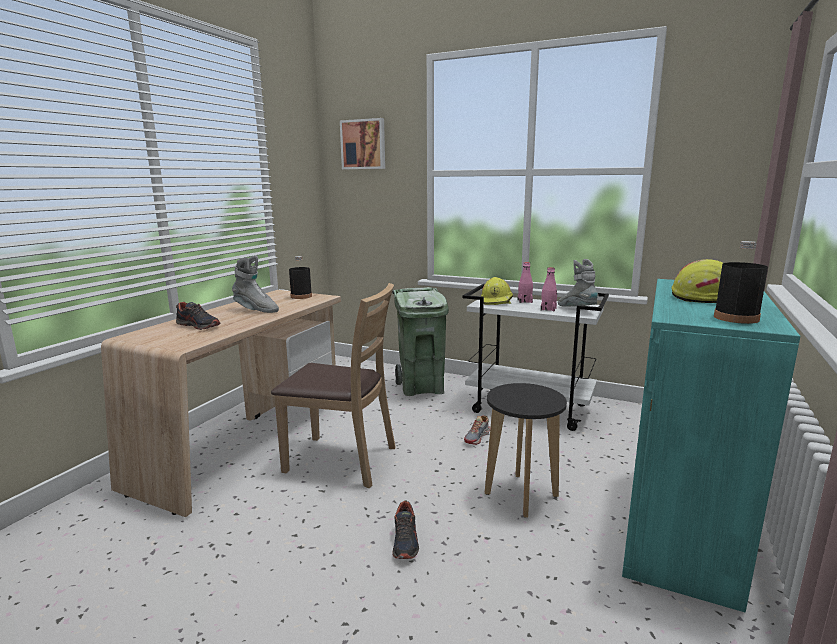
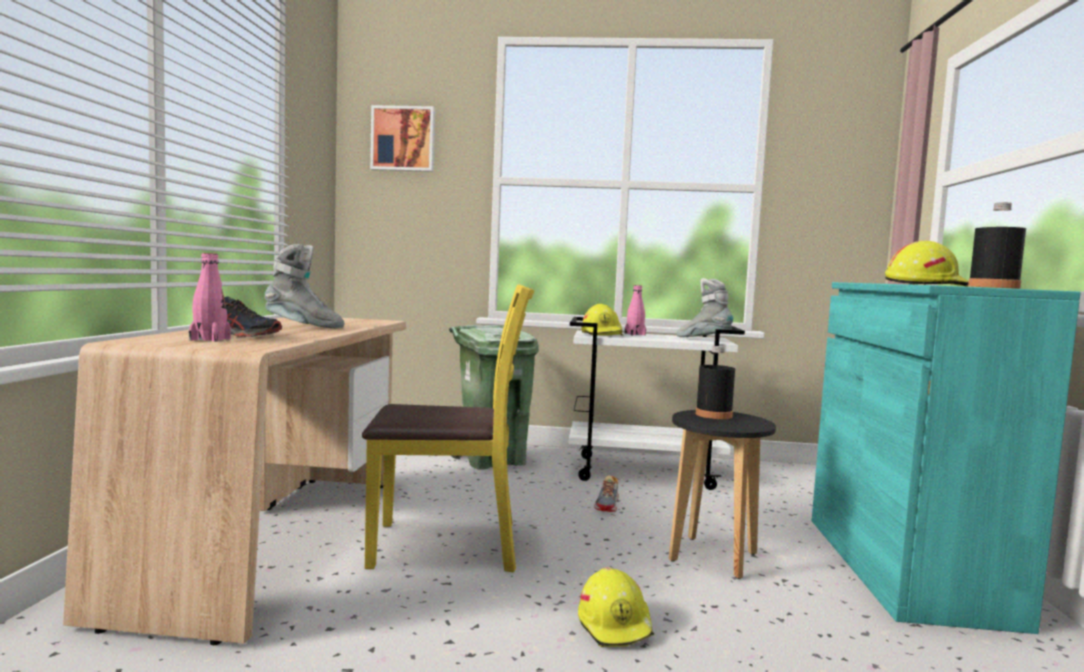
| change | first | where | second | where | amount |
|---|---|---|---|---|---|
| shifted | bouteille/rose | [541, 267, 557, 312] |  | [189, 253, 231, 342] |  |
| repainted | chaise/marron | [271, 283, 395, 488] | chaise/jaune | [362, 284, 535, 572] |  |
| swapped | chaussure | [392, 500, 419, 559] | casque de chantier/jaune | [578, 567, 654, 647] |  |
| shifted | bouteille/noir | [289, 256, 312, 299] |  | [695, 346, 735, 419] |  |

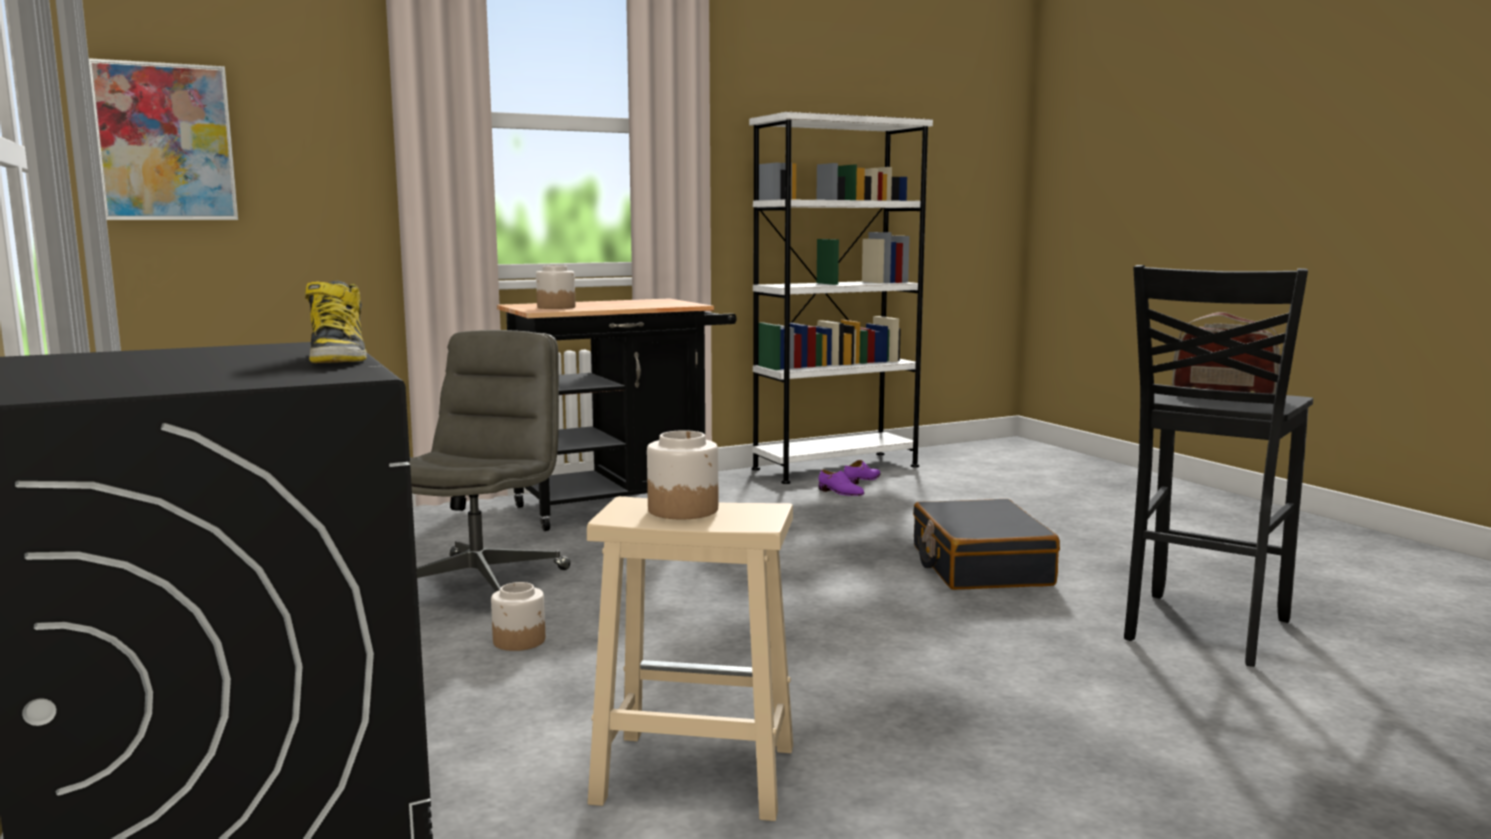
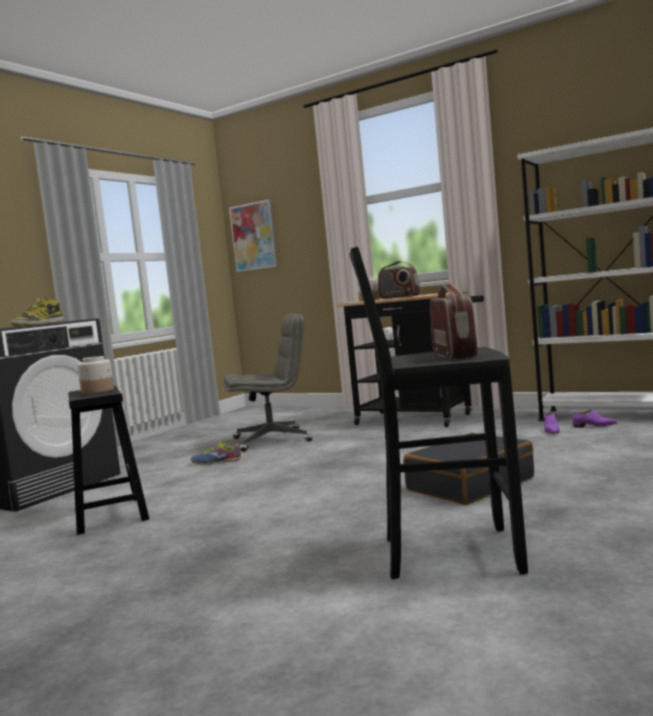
| change | first | where | second | where | amount |
|---|---|---|---|---|---|
| repainted | tabouret/beige | [587, 496, 793, 821] | tabouret/noir | [68, 385, 149, 535] |  |
| swapped | bocal | [491, 582, 545, 651] | chaussure | [190, 440, 241, 465] |  |
| new |  |  | radio | [378, 261, 420, 299] |  |

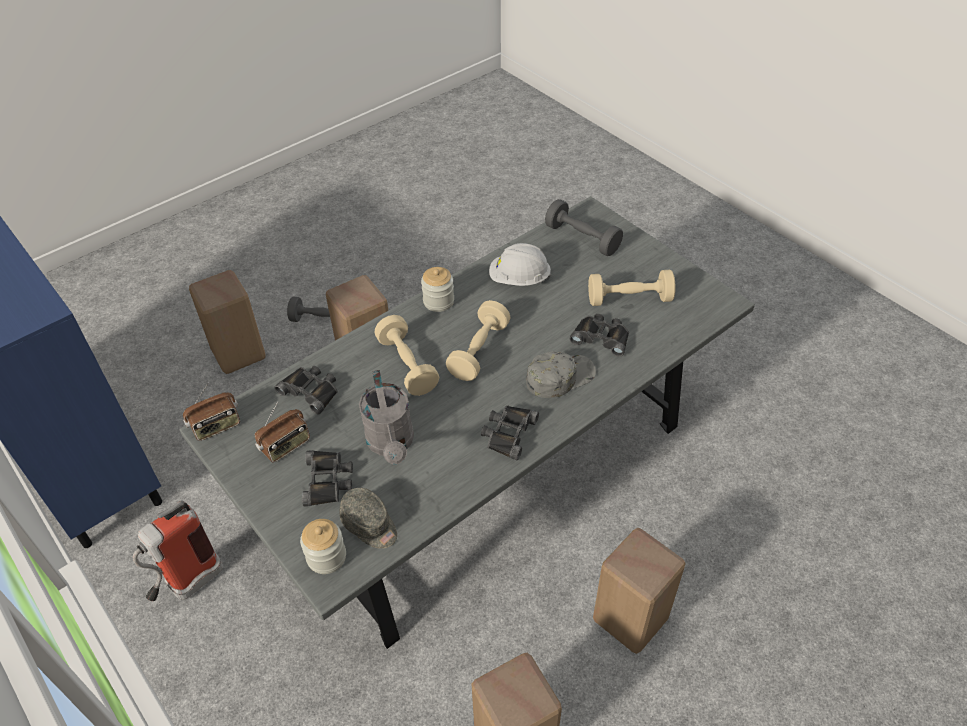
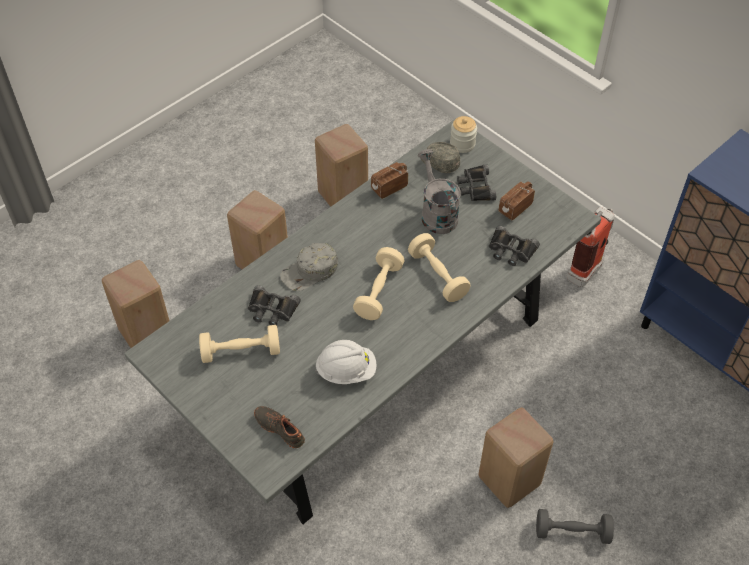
| change | first | where | second | where | amount |
|---|---|---|---|---|---|
| shifted | tabouret/beige | [189, 270, 265, 374] |  | [102, 260, 170, 348] |  |
| swapped | haltère/gris | [545, 199, 623, 256] | chaussure/noir | [254, 406, 305, 448] |  |
| shifted | radio | [183, 382, 240, 441] |  | [371, 162, 408, 199] |  |
| gone | bocal | [421, 267, 454, 312] |  |  |  |
| gone | jumelles/noir | [481, 406, 539, 460] |  |  |  |

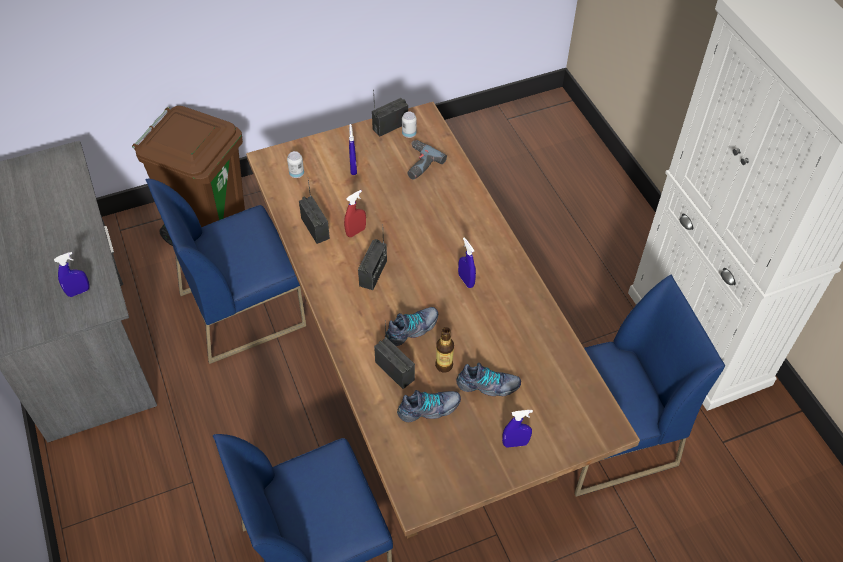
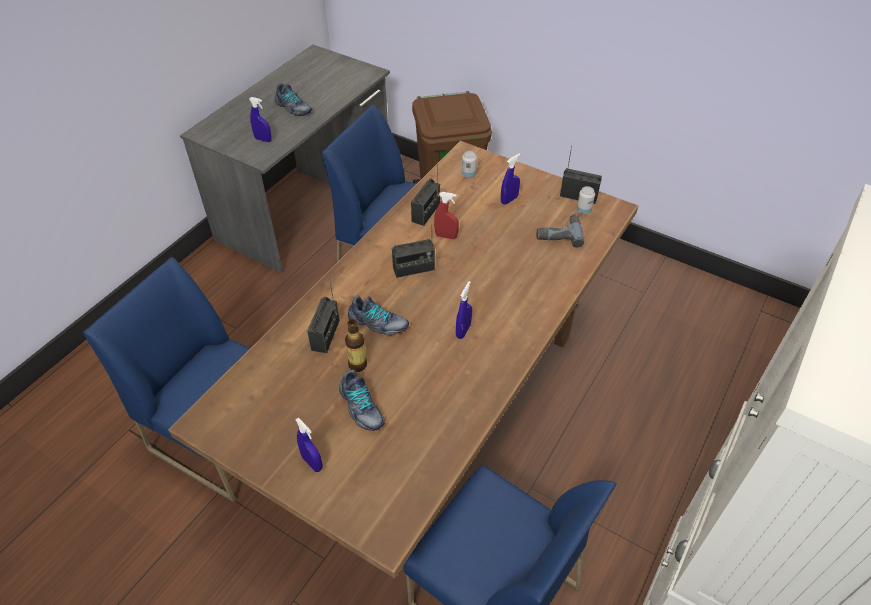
| change | first | where | second | where | amount |
|---|---|---|---|---|---|
| shifted | chaussure | [397, 390, 461, 422] |  | [275, 83, 312, 116] |  |

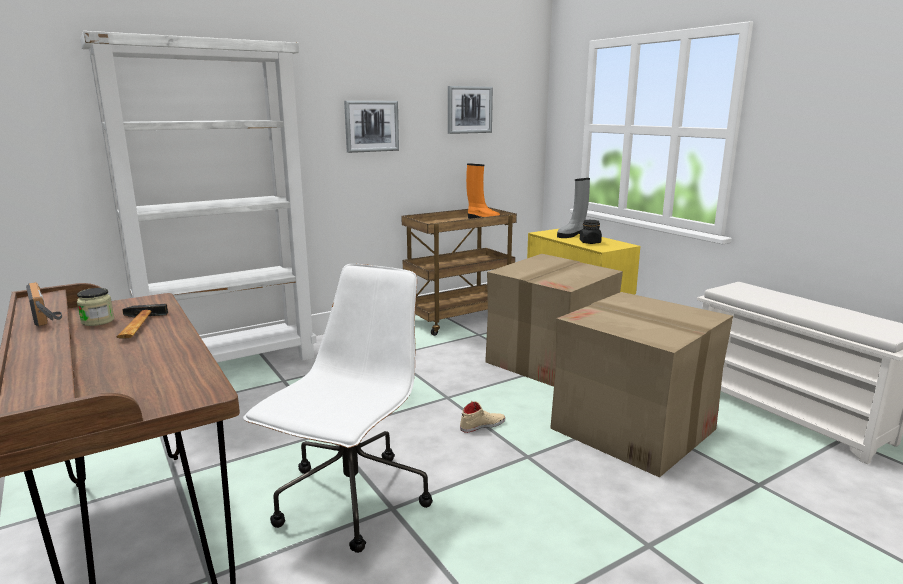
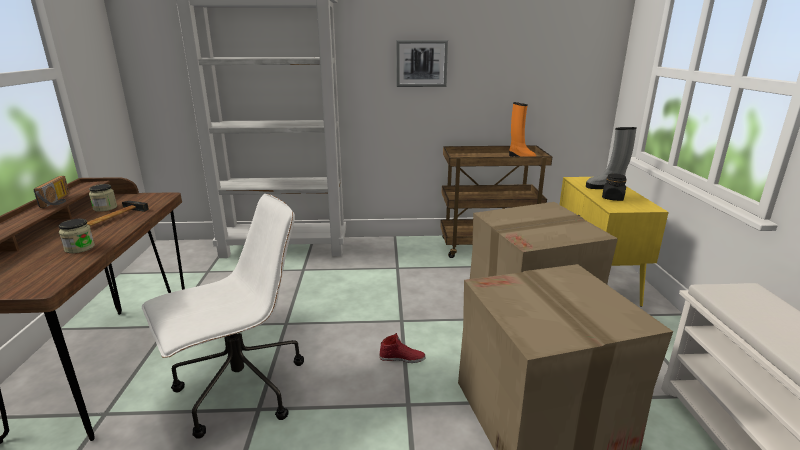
| change | first | where | second | where | amount |
|---|---|---|---|---|---|
| new |  |  | bocal | [59, 219, 95, 253] |  |
| repainted | chaussure/beige | [460, 401, 505, 433] | chaussure/rouge | [379, 333, 426, 363] |  |
| gone | tableau | [448, 86, 493, 134] |  |  |  |

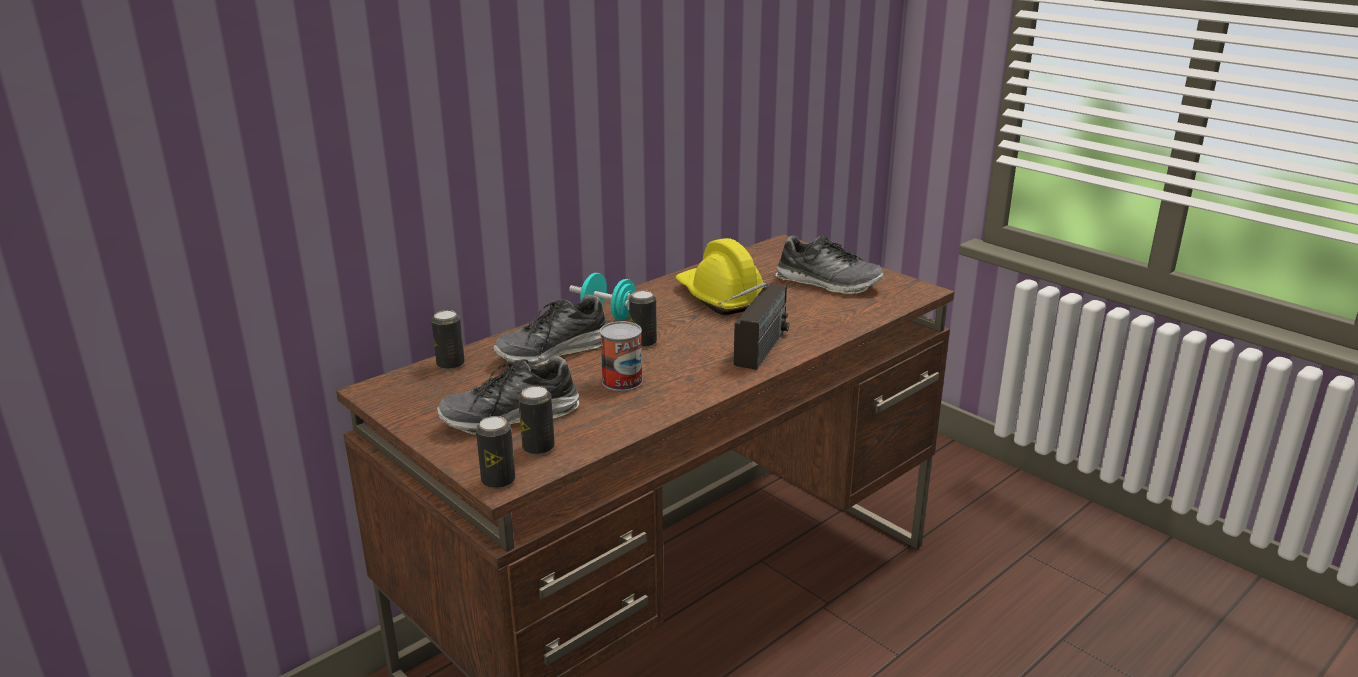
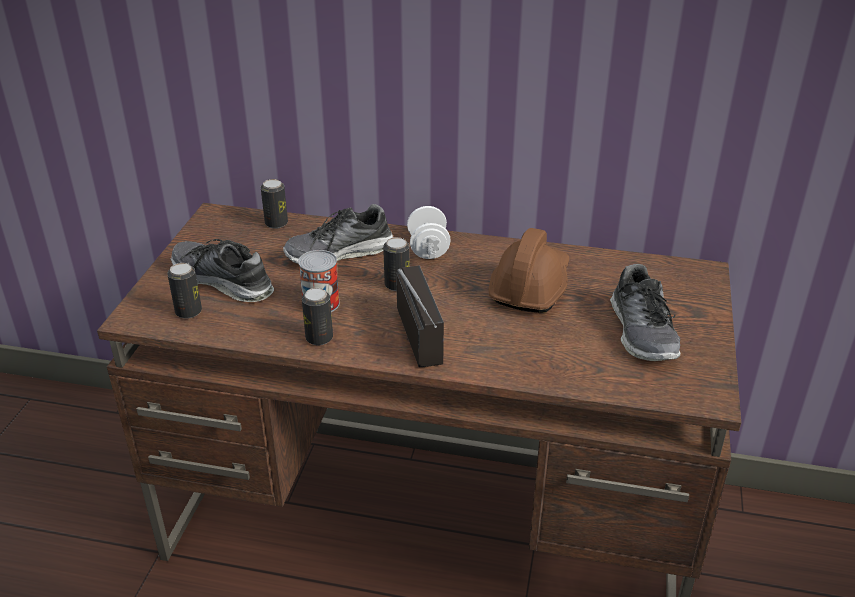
| change | first | where | second | where | amount |
|---|---|---|---|---|---|
| rotated | chaussure | [494, 295, 608, 366] |  | [283, 204, 393, 264] | 45 degrees counterclockwise |
| shifted | boîte métallique | [476, 416, 515, 489] |  | [302, 288, 333, 345] |  |
| rotated | radio | [718, 282, 789, 370] |  | [396, 265, 444, 367] | 90 degrees counterclockwise |
| repainted | haltère/turquoise | [569, 273, 636, 321] | haltère/blanc | [407, 206, 451, 259] |  |
| repainted | casque de chantier/jaune | [676, 238, 764, 315] | casque de chantier/marron | [489, 228, 569, 313] |  |

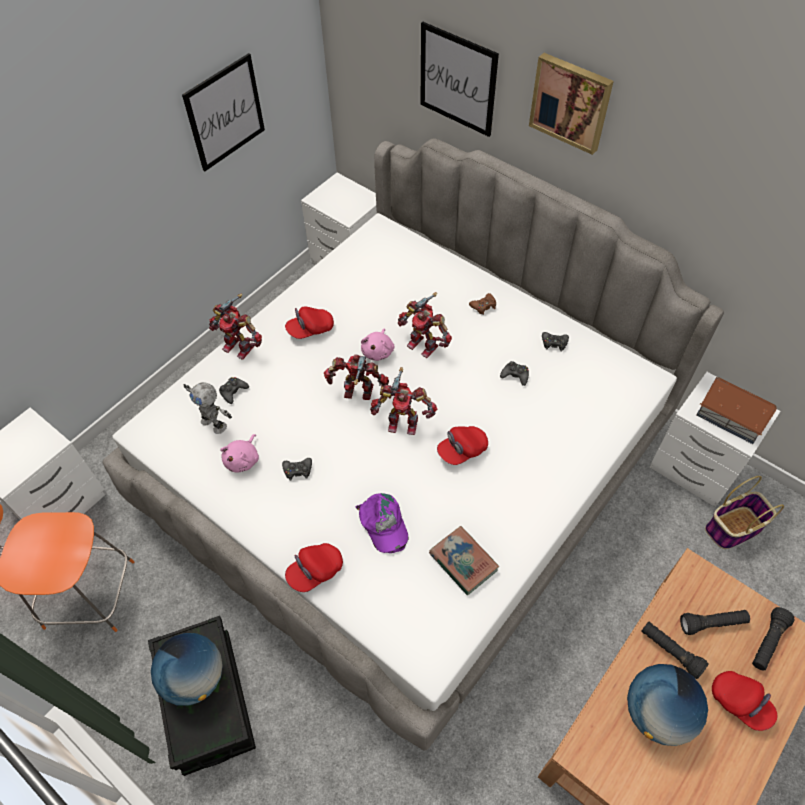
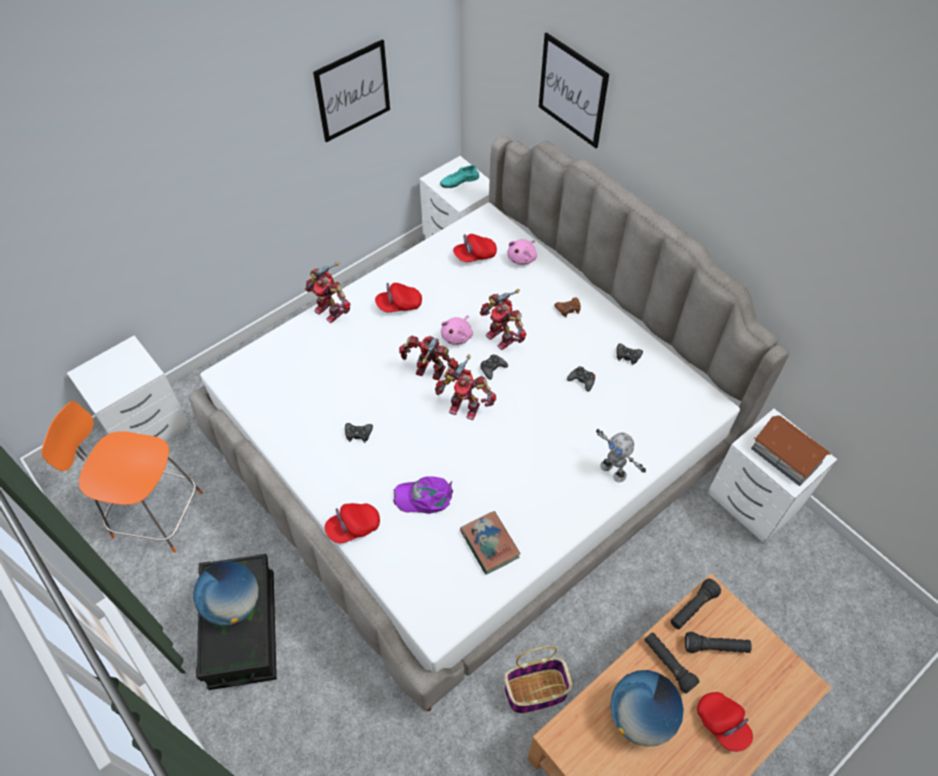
| change | first | where | second | where | amount |
|---|---|---|---|---|---|
| rotated | casquette/violet | [355, 493, 408, 553] |  | [393, 476, 453, 514] | 105 degrees clockwise |
| new |  |  | chaussure/turquoise | [440, 165, 479, 188] |  |
| shifted | casquette/rouge | [437, 426, 488, 465] |  | [453, 234, 497, 262] |  |
| shifted | manette/noir | [219, 377, 249, 404] |  | [480, 355, 508, 380] |  |
| shifted | panier | [705, 476, 784, 549] |  | [504, 646, 572, 713] |  |
| shifted | peluche/rose | [220, 434, 259, 473] |  | [507, 239, 537, 265] |  |
| shifted | robot jouet | [184, 382, 232, 434] |  | [596, 429, 646, 482] |  |
| shifted | lampe de poche/noir | [752, 607, 794, 670] |  | [671, 579, 721, 629] |  |
| gone | tableau | [529, 53, 614, 155] |  |  |  |

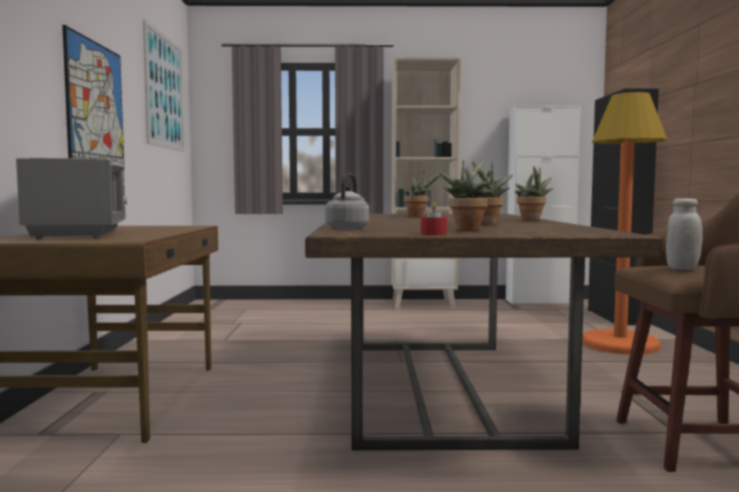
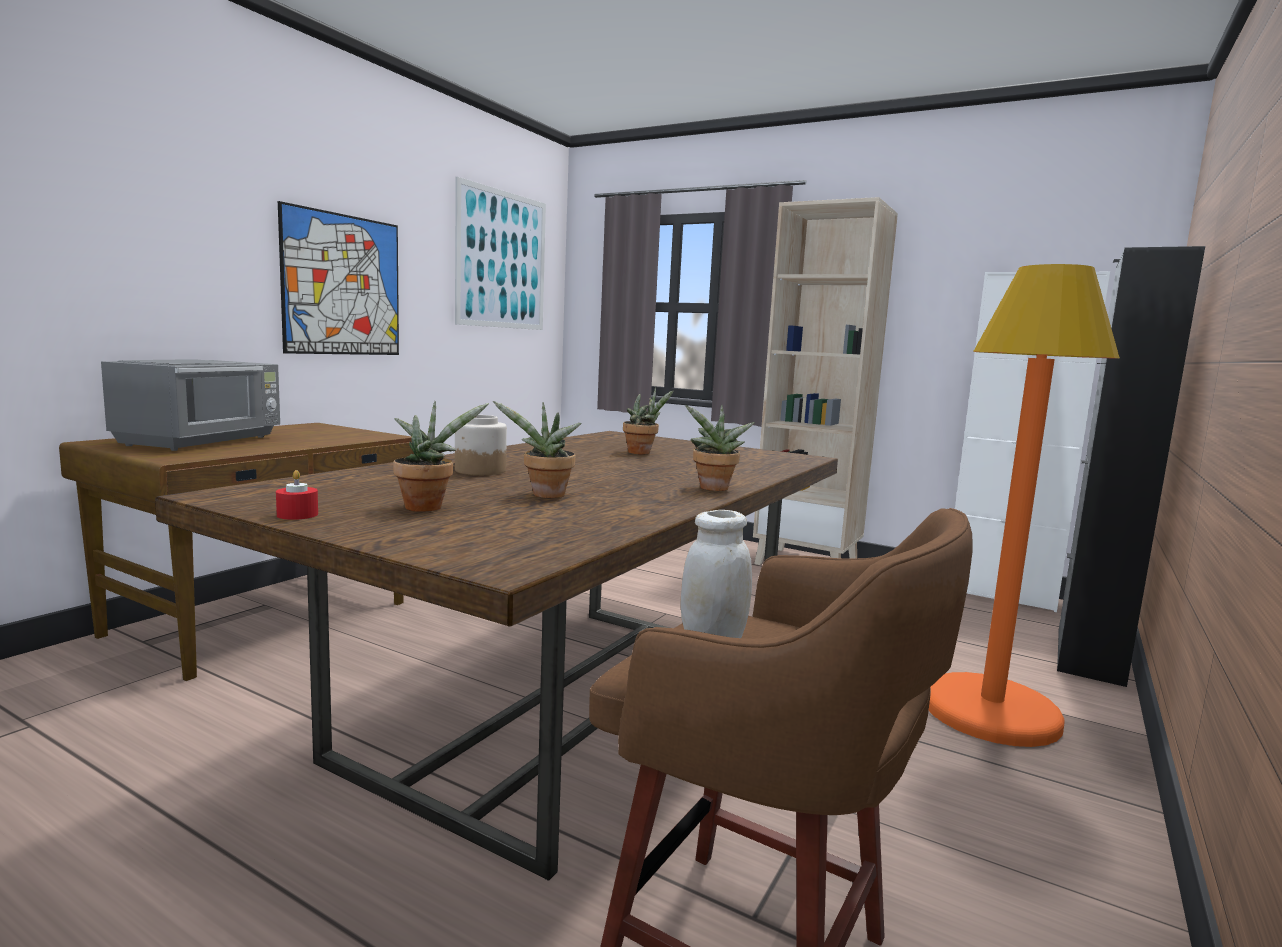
| change | first | where | second | where | amount |
|---|---|---|---|---|---|
| new |  |  | bocal | [455, 415, 507, 475] |  |
| gone | bouilloire/gris | [325, 173, 369, 229] |  |  |  |

